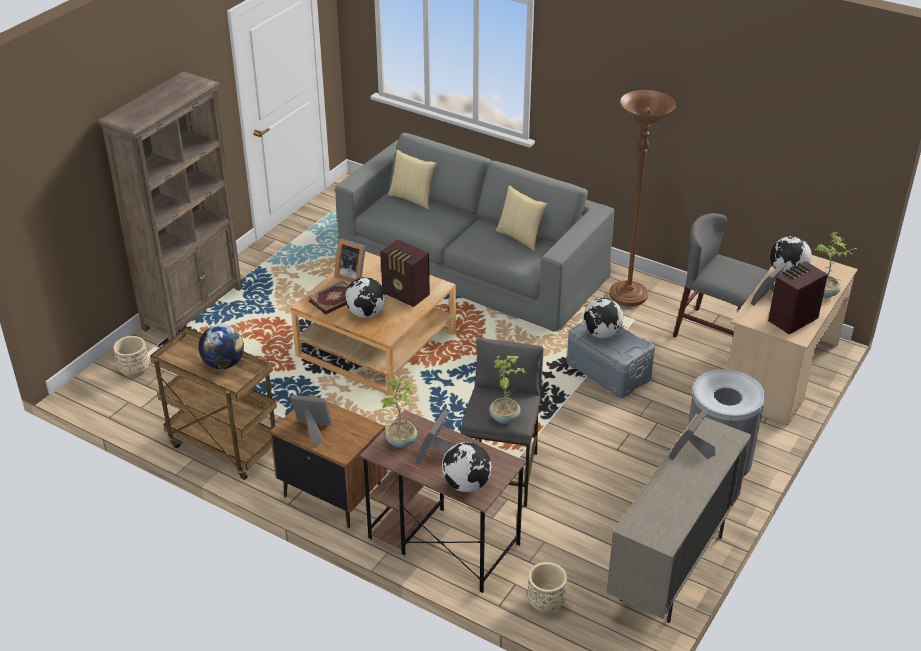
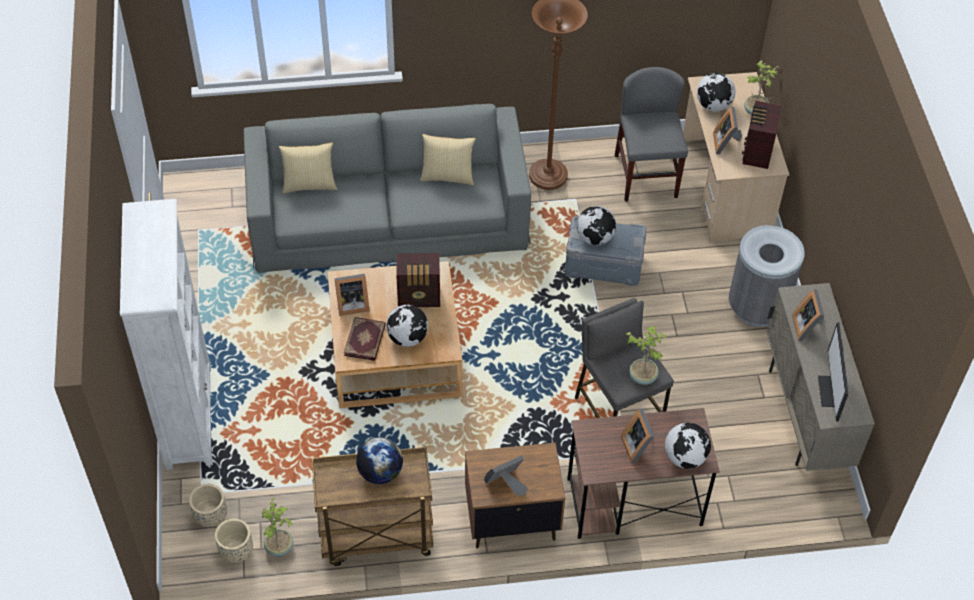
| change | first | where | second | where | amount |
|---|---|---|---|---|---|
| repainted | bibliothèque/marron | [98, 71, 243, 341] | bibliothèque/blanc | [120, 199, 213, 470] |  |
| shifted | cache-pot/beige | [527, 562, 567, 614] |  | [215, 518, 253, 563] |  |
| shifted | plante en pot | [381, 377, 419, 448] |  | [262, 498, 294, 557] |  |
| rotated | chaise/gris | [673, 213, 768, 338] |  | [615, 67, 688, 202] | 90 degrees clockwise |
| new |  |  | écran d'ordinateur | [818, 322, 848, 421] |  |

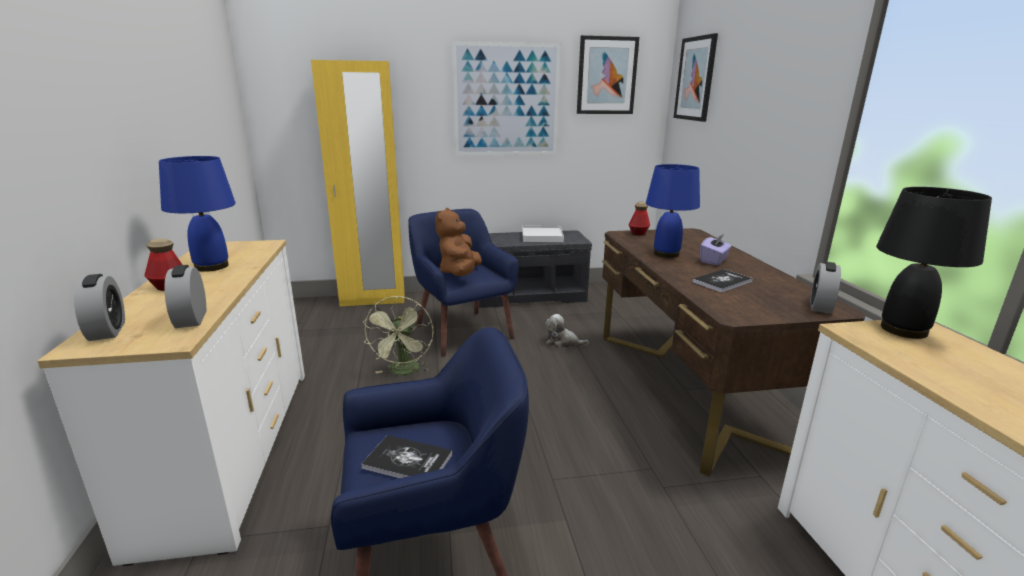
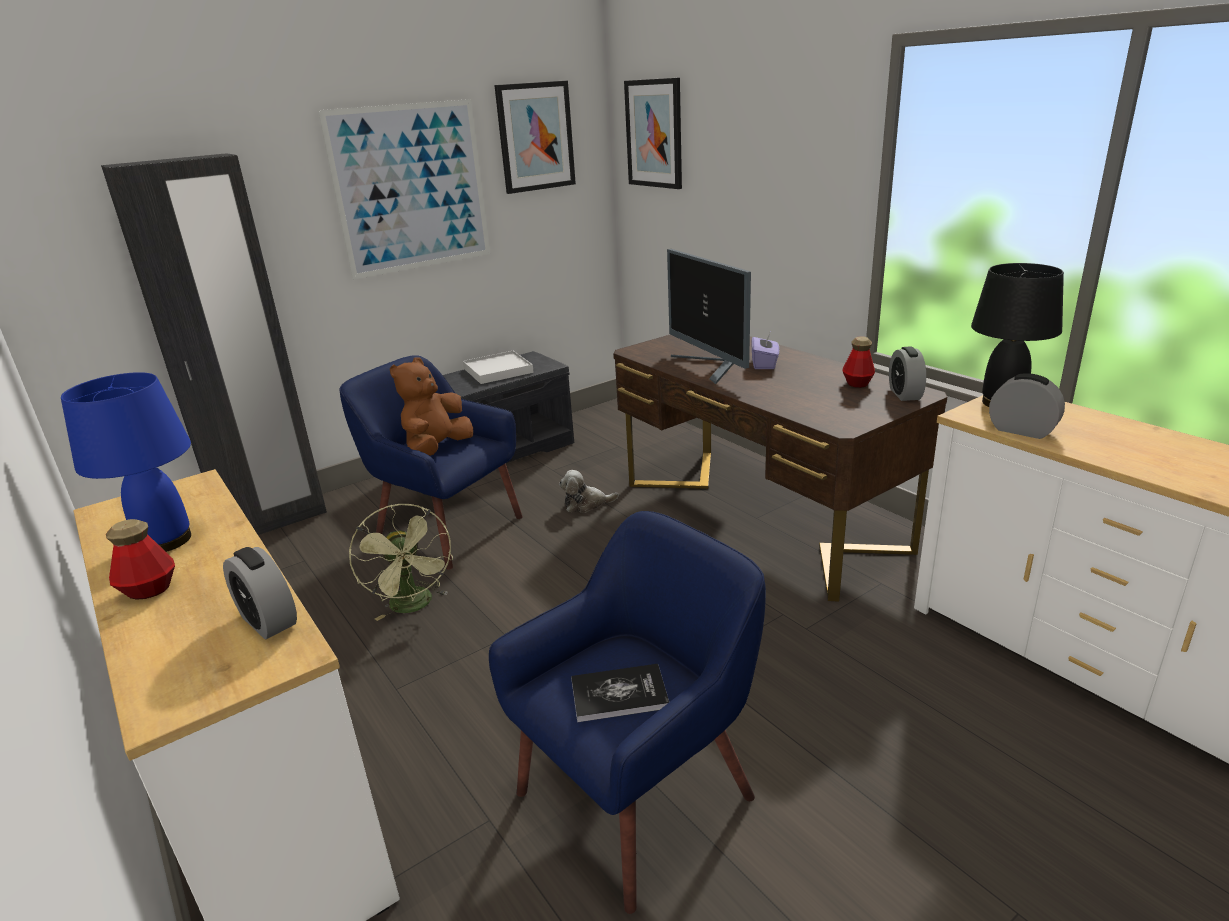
| change | first | where | second | where | amount |
|---|---|---|---|---|---|
| repainted | armoire/jaune | [311, 60, 405, 307] | armoire/noir | [101, 153, 327, 535] |  |
| rotated | peluche/marron | [435, 208, 482, 276] |  | [390, 357, 473, 456] | 45 degrees clockwise |
| swapped | lampe de table/bleu | [646, 164, 700, 258] | écran d'ordinateur | [667, 249, 751, 384] |  |
| shifted | bouteille | [629, 202, 650, 235] |  | [843, 336, 875, 388] |  |
| shifted | réveil | [74, 274, 125, 341] |  | [989, 373, 1065, 439] |  |
| gone | livre | [692, 269, 753, 293] |  |  |  |

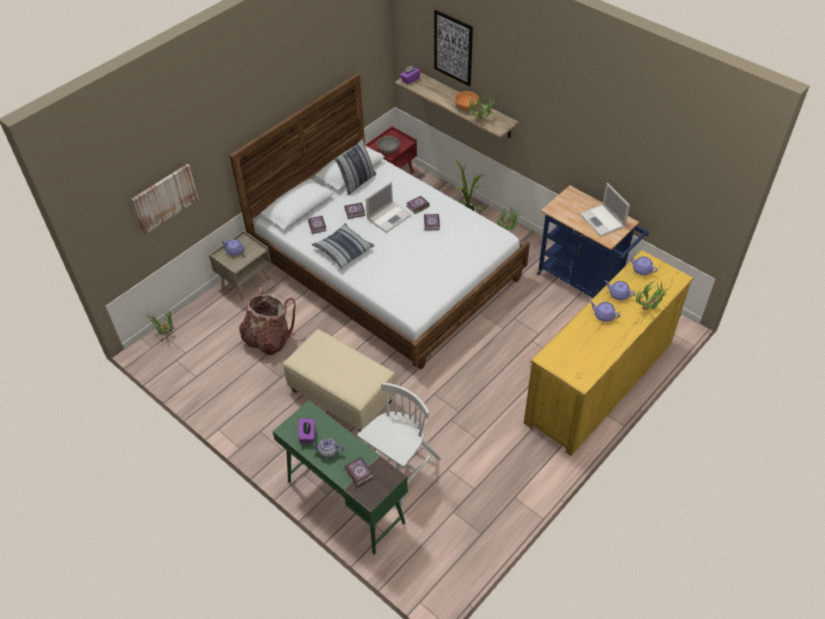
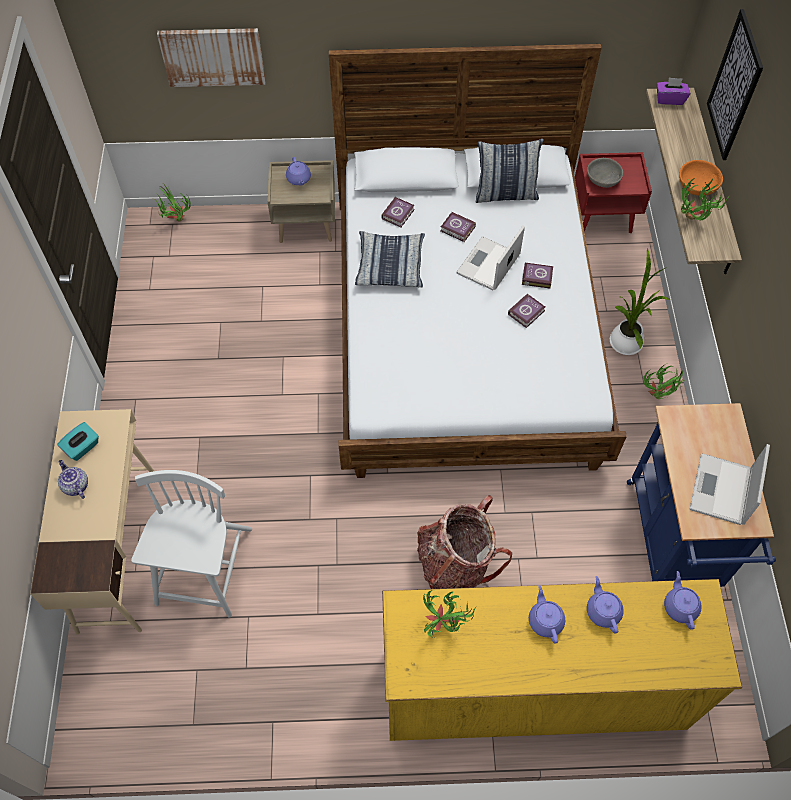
| change | first | where | second | where | amount |
|---|---|---|---|---|---|
| repainted | bureau/vert | [273, 400, 408, 555] | bureau/beige | [30, 409, 154, 635] |  |
| repainted | boîte à mouchoirs/violet | [298, 418, 315, 443] | boîte à mouchoirs/turquoise | [57, 422, 99, 461] |  |
| rotated | chaise/blanc | [357, 382, 441, 506] |  | [131, 470, 252, 618] | 75 degrees counterclockwise |
| shifted | sac à dos | [239, 287, 296, 355] |  | [417, 495, 512, 589] |  |
| shifted | plante en pot | [636, 281, 666, 310] |  | [423, 590, 476, 638] |  |
| rotated | ordinateur portable | [366, 182, 411, 233] |  | [456, 226, 525, 290] | 120 degrees clockwise |
| gone | pouf/beige | [282, 329, 395, 432] |  |  |  |
| gone | livre | [344, 457, 373, 486] |  |  |  |

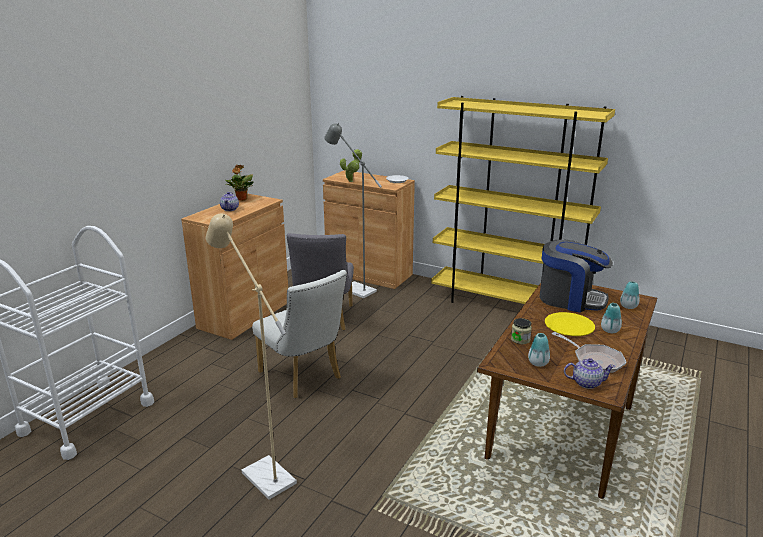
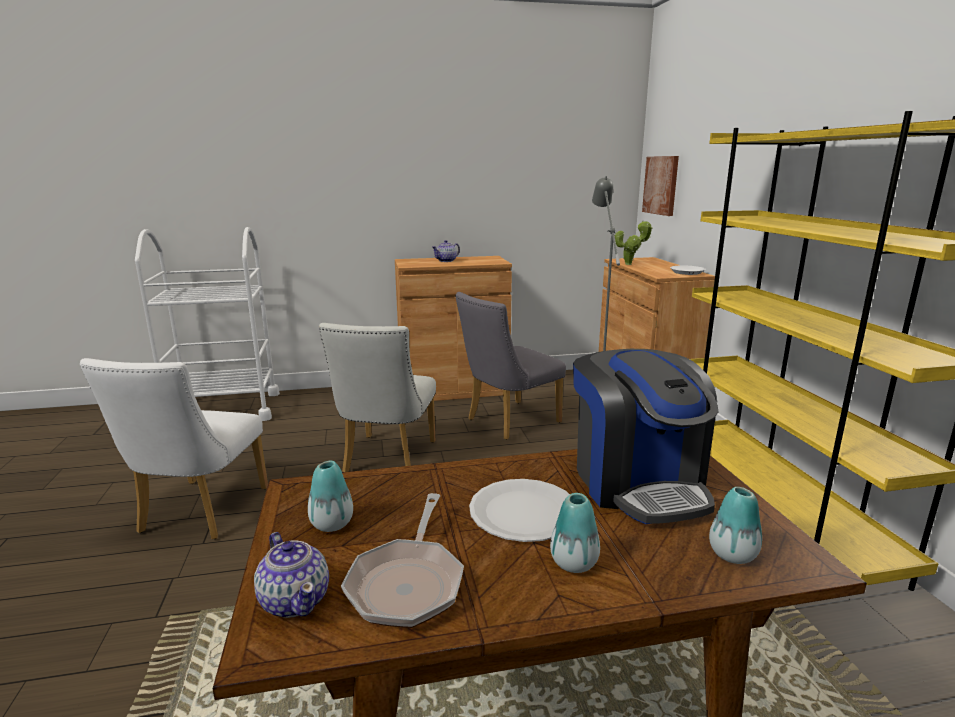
| change | first | where | second | where | amount |
|---|---|---|---|---|---|
| swapped | lampadaire/beige | [206, 214, 297, 500] | chaise/blanc | [80, 358, 268, 539] |  |
| repainted | assiette/jaune | [545, 312, 595, 336] | assiette/blanc | [469, 479, 570, 542] |  |
| new |  |  | tableau | [642, 156, 679, 216] |  |
| gone | plante en pot | [225, 165, 254, 201] |  |  |  |
| gone | bocal | [511, 318, 532, 344] |  |  |  |

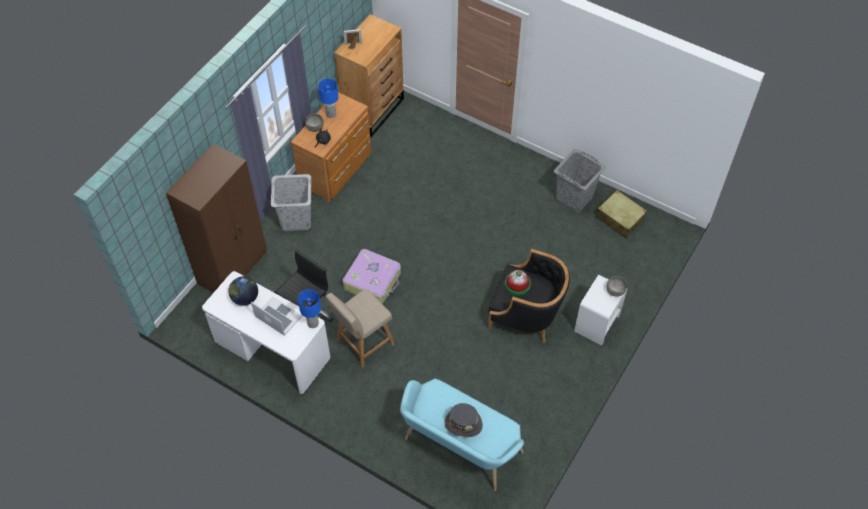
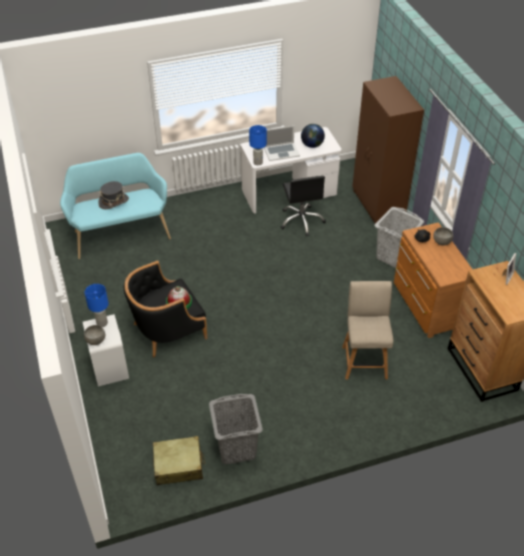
| change | first | where | second | where | amount |
|---|---|---|---|---|---|
| shifted | lampe de table/bleu | [318, 79, 338, 118] |  | [85, 284, 109, 327] |  |
| shifted | chaise/beige | [326, 289, 394, 368] |  | [342, 281, 393, 379] |  |
| gone | valise | [343, 249, 401, 304] |  |  |  |

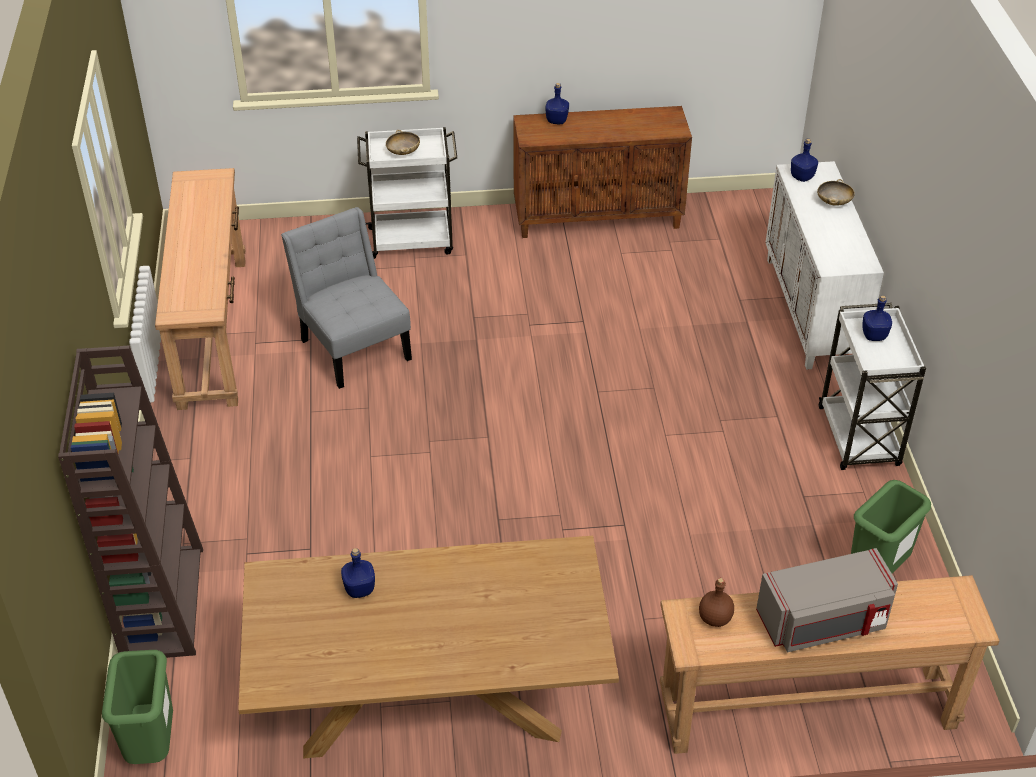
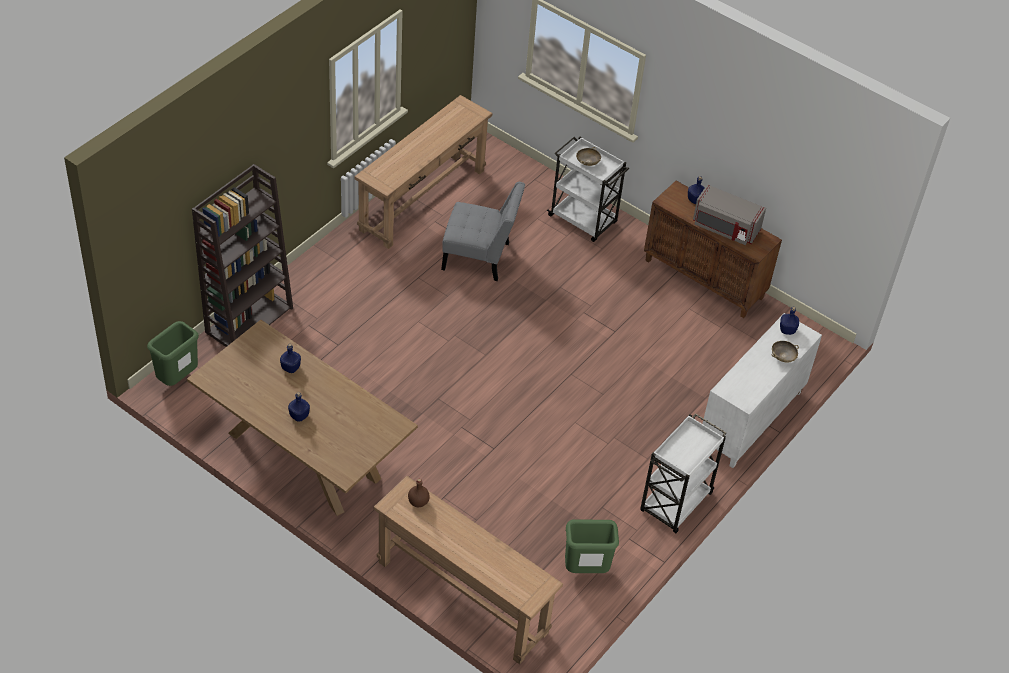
| change | first | where | second | where | amount |
|---|---|---|---|---|---|
| shifted | bouteille/bleu | [862, 295, 892, 341] |  | [288, 392, 310, 422] |  |
| rotated | chaise/gris | [281, 207, 412, 389] |  | [441, 182, 525, 281] | 90 degrees clockwise |
| shifted | micro-ondes/gris | [756, 548, 898, 652] |  | [693, 184, 766, 245] |  |

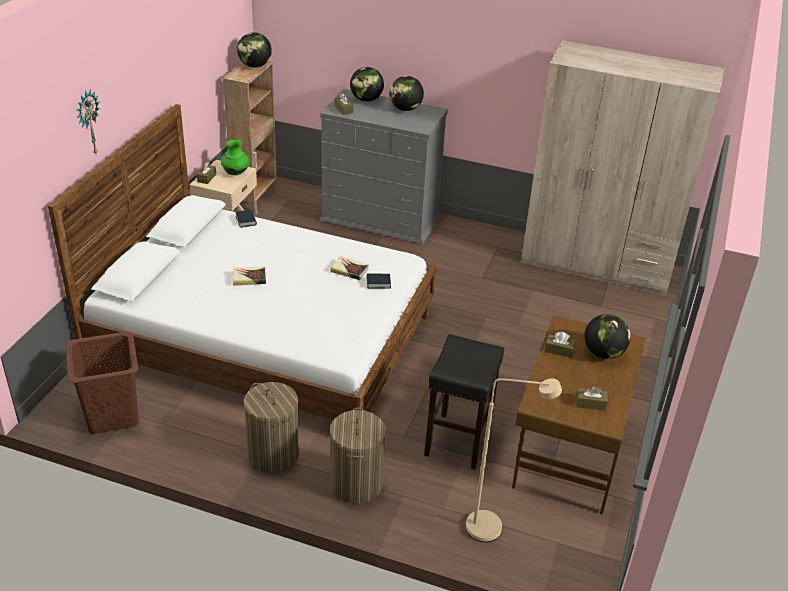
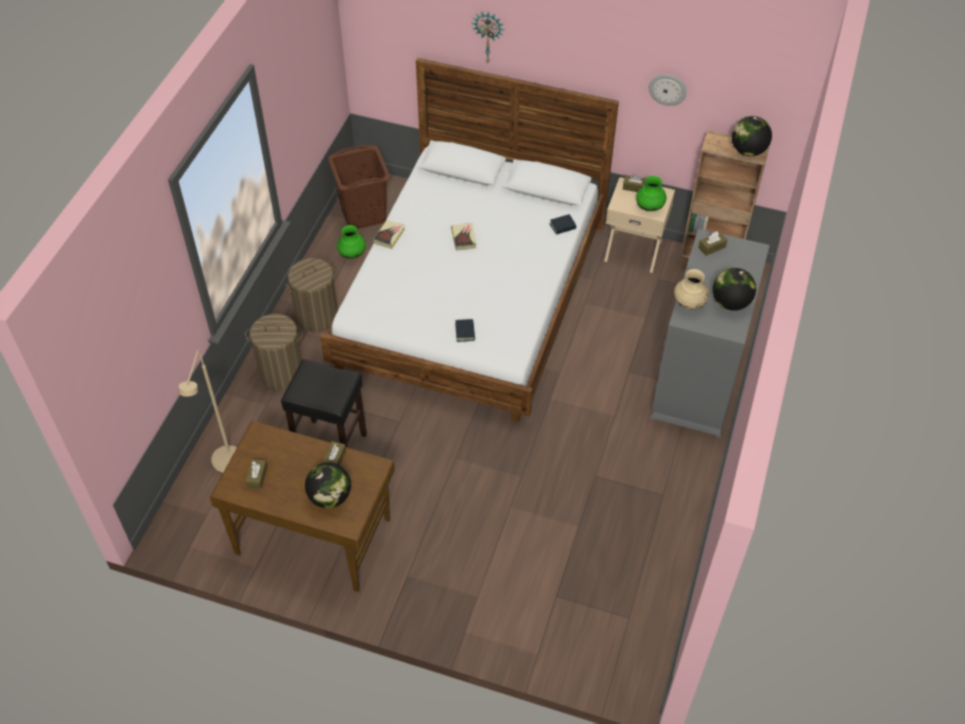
| change | first | where | second | where | amount |
|---|---|---|---|---|---|
| new |  |  | vase/vert | [337, 225, 366, 259] |  |
| shifted | livre | [330, 256, 369, 280] |  | [373, 220, 405, 249] |  |
| new |  |  | horloge murale | [649, 74, 687, 106] |  |
| new |  |  | vase/beige | [674, 269, 709, 310] |  |
| gone | globe | [350, 67, 384, 102] |  |  |  |
| gone | armoire/beige | [521, 40, 725, 297] |  |  |  |

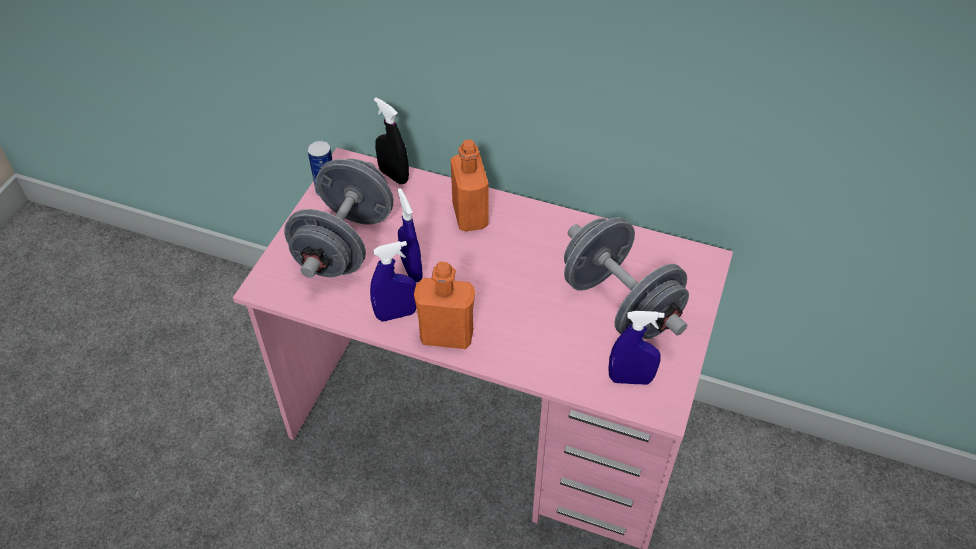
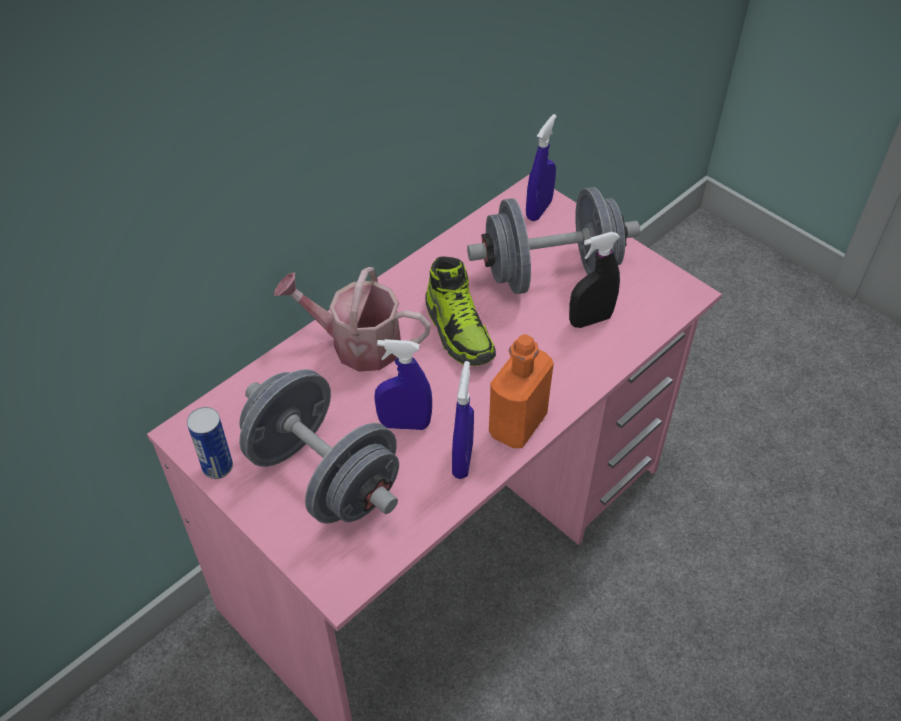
| change | first | where | second | where | amount |
|---|---|---|---|---|---|
| swapped | bouteille/orange | [451, 139, 489, 231] | arrosoir | [274, 267, 431, 372] |  |
| new |  |  | chaussure | [425, 256, 496, 366] |  |
| shifted | vaporisateur/bleu | [608, 311, 665, 385] |  | [526, 114, 557, 221] |  |
| shifted | vaporisateur/noir | [374, 98, 409, 184] |  | [569, 232, 620, 328] |  |

